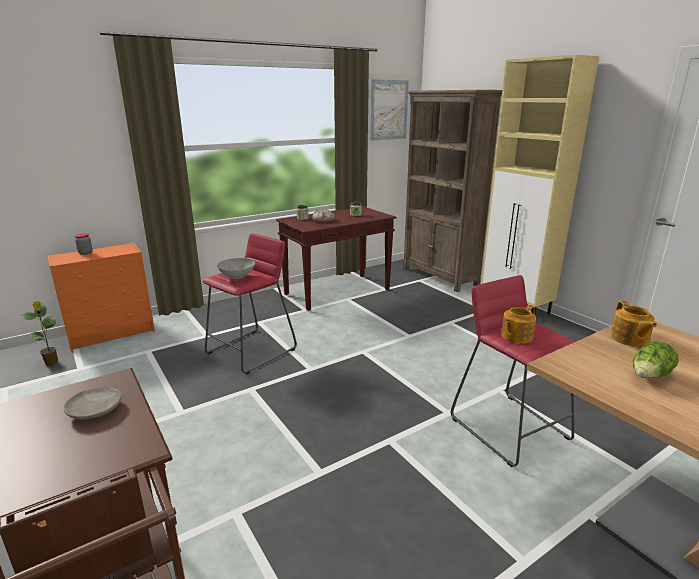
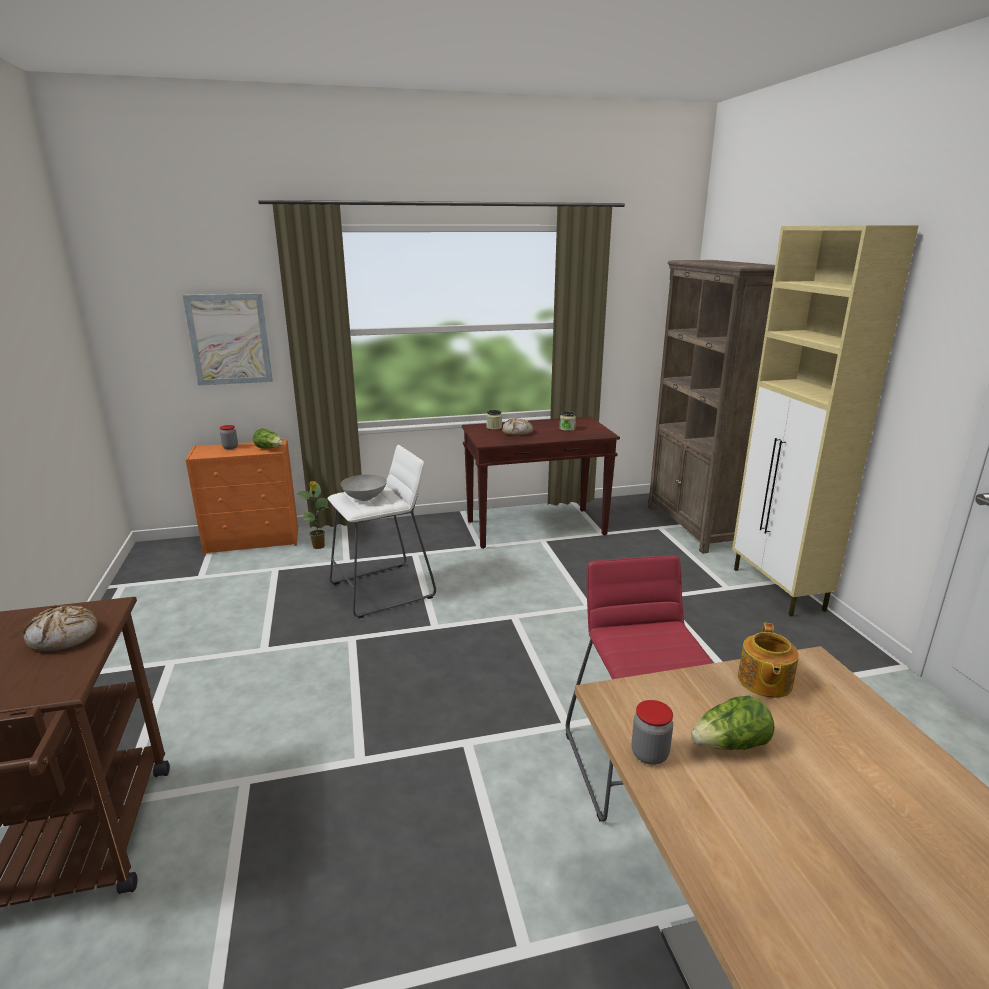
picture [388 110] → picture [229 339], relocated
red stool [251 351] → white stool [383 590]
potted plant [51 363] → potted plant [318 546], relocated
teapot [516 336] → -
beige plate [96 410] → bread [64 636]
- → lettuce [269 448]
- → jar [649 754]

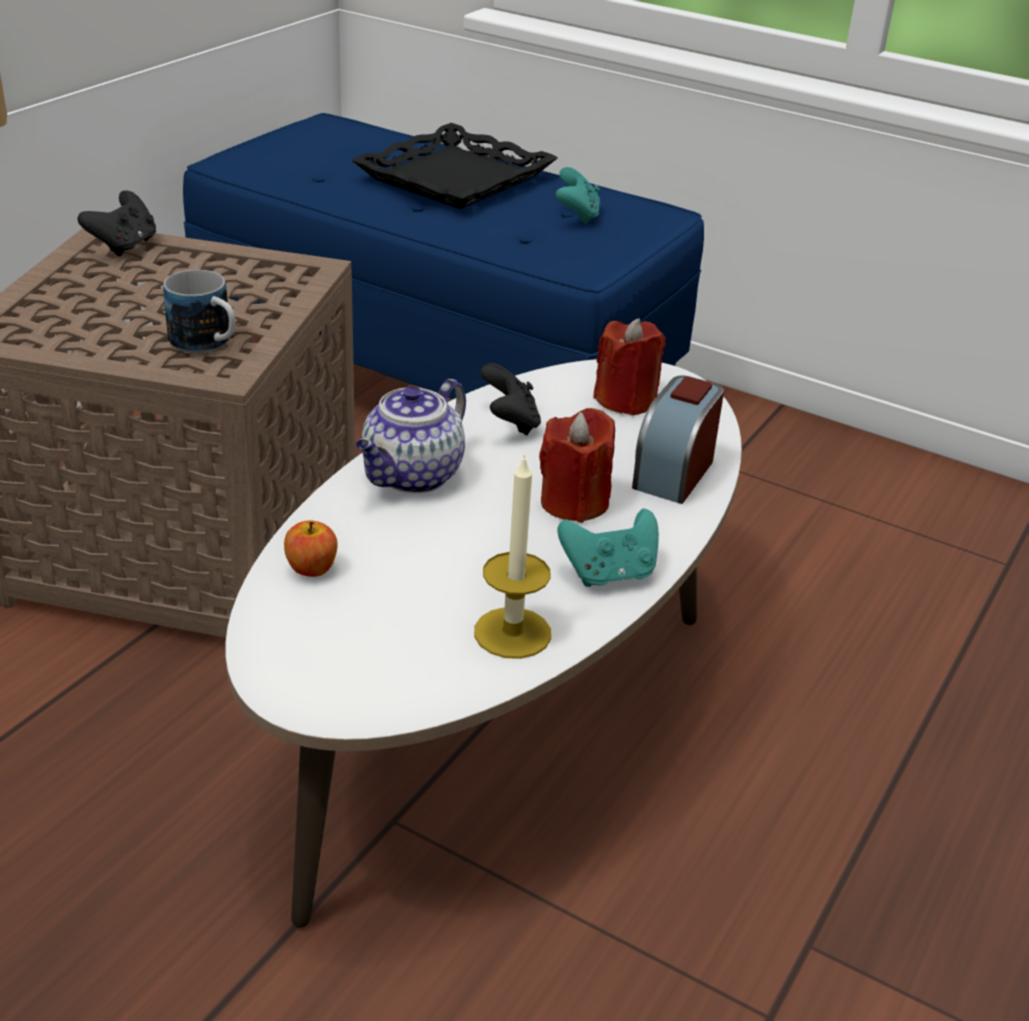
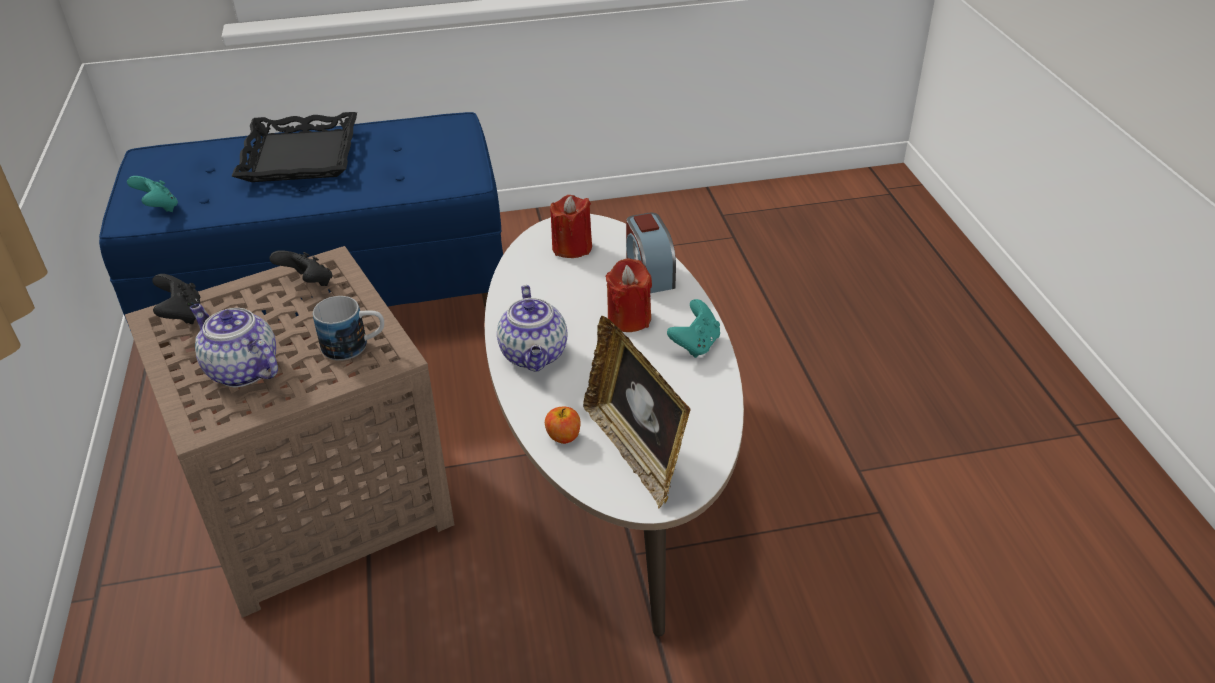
turquoise game controller [577 216] → turquoise game controller [159 208], relocated
black game controller [510 423] → black game controller [308 283], relocated
candle [512 633] → -
- → teapot [241 370]
- → picture frame [635 451]

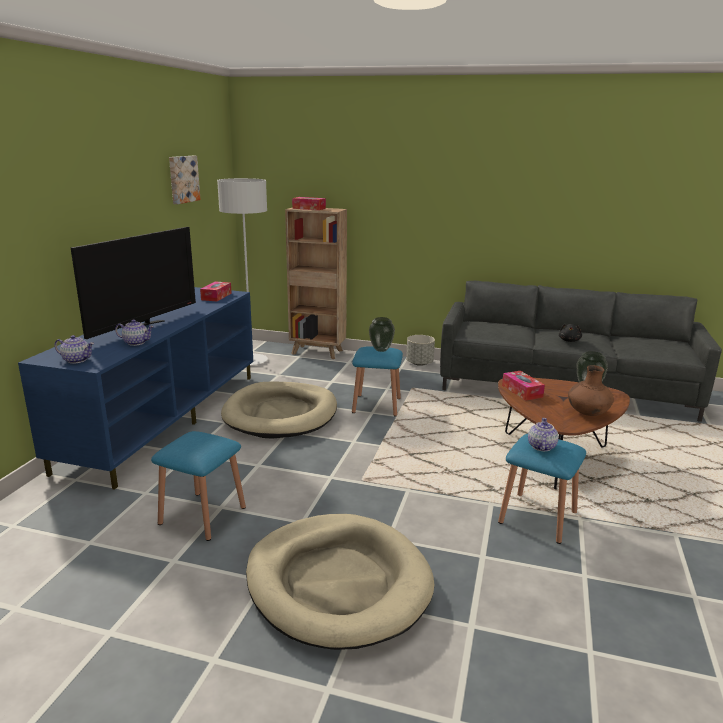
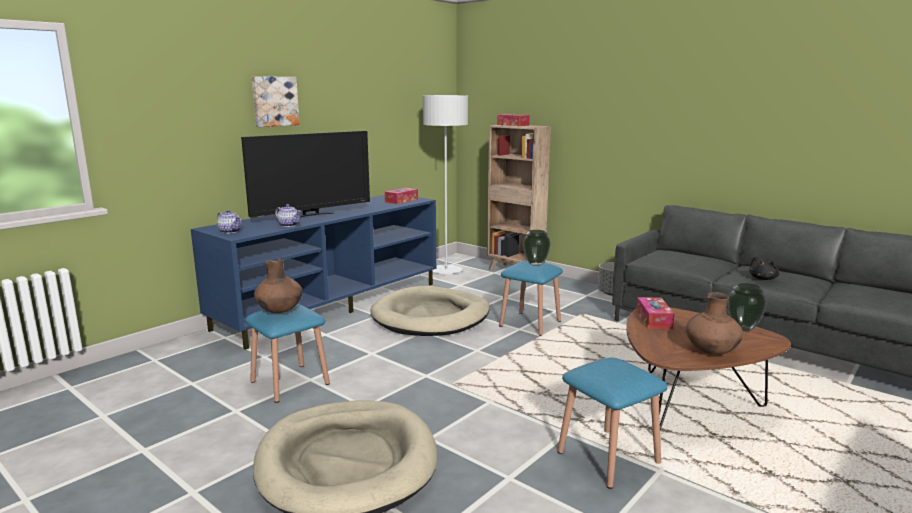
picture [183 179] → picture [274 101], relocated
teapot [541 447] → -
- → brown vase [280 311]

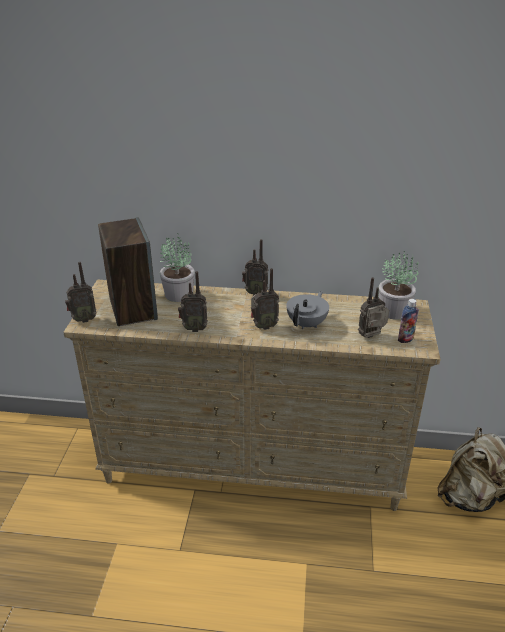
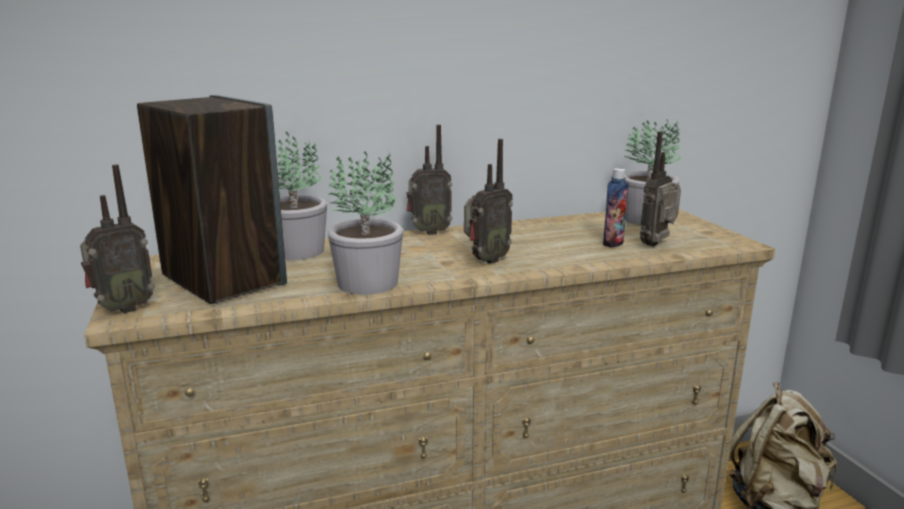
radio [194 328] → potted plant [368 282]
grey teapot [307 324] → -
bottle [405 339] → bottle [613 243], relocated

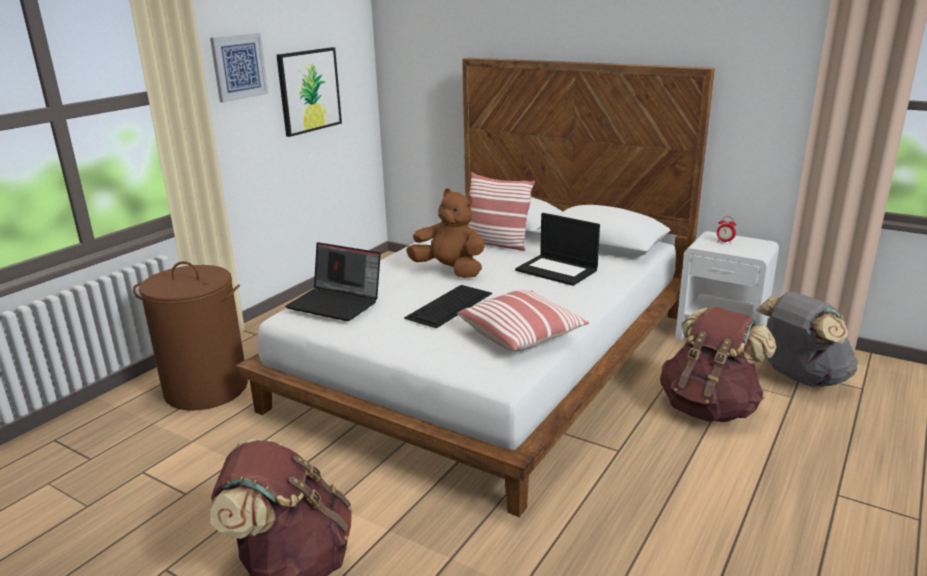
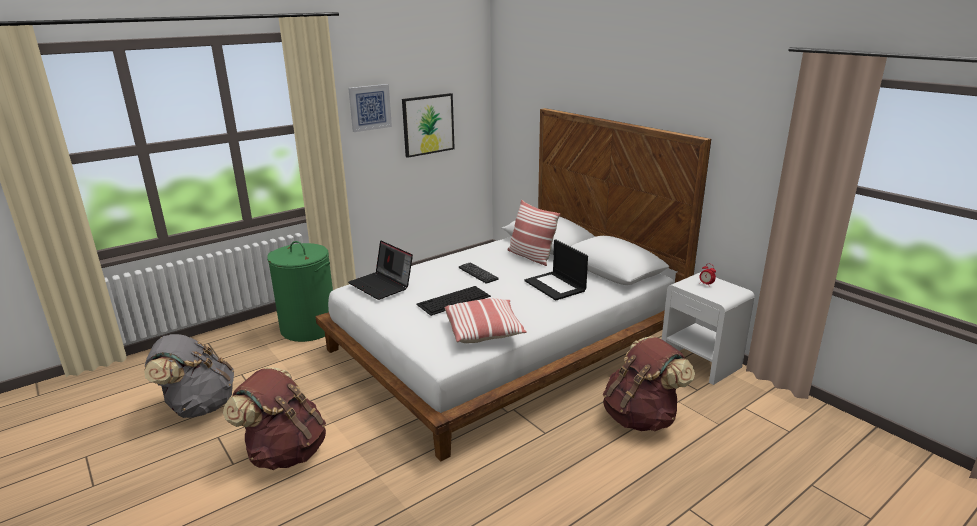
brown plush toy [450 270] → keyboard [478 273]
brown laundry basket [206 389] → green laundry basket [308 328]
grey backpack [800 378] → grey backpack [198 406], relocated

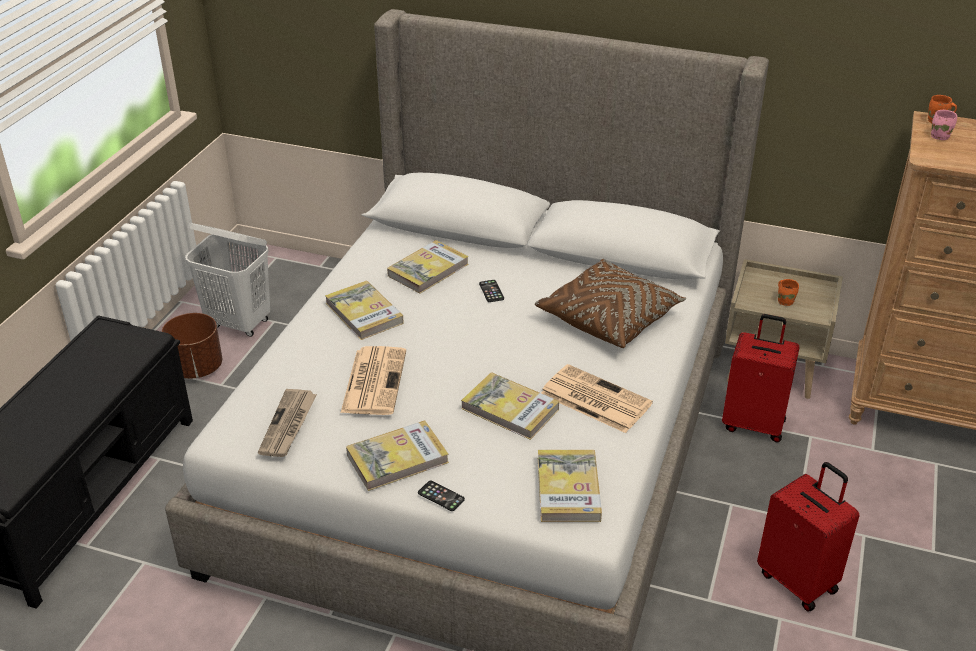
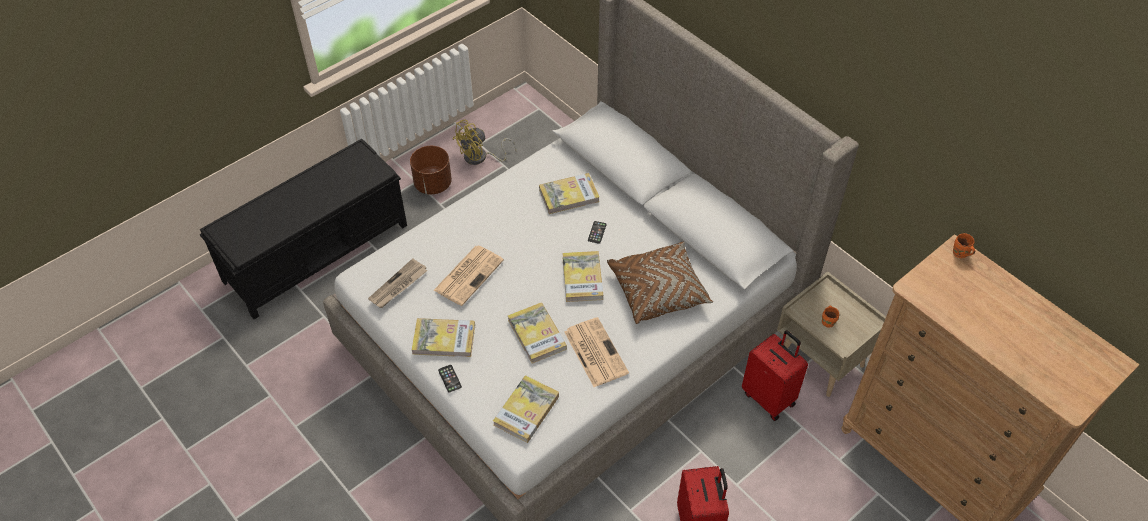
pink mug [940 136] → -
white laundry basket [239 323] → yellow fan [480 158]
book [364 313] → book [582 278], relocated

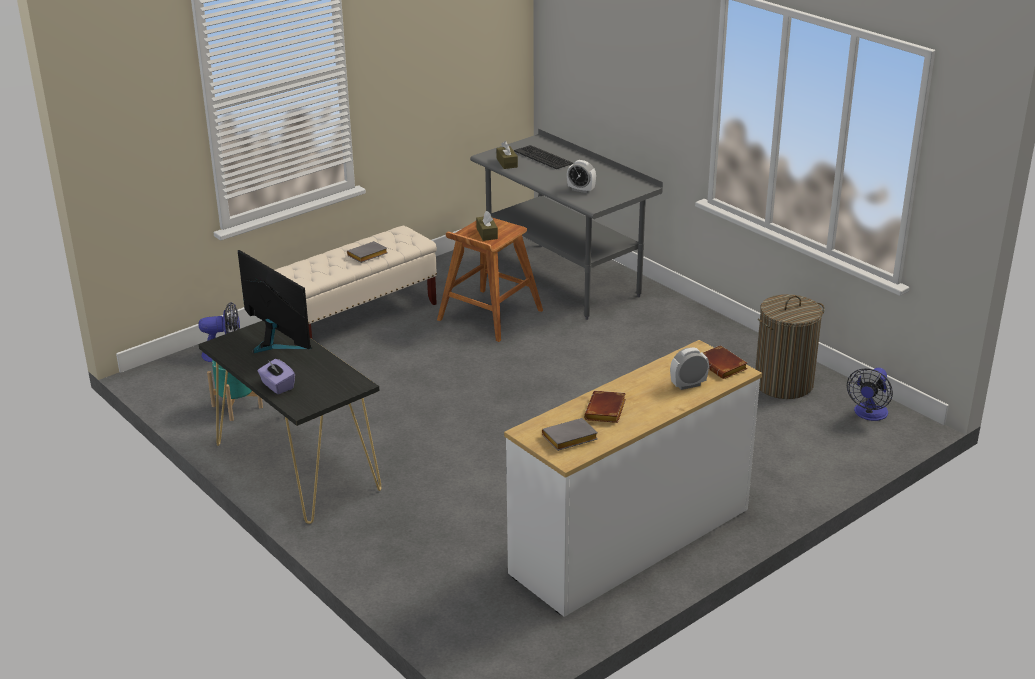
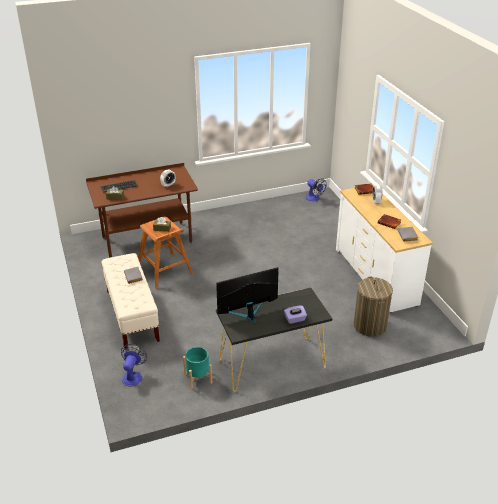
grey desk [563 280] → brown desk [147 240]
laundry basket [783 384] → laundry basket [370 326], relocated

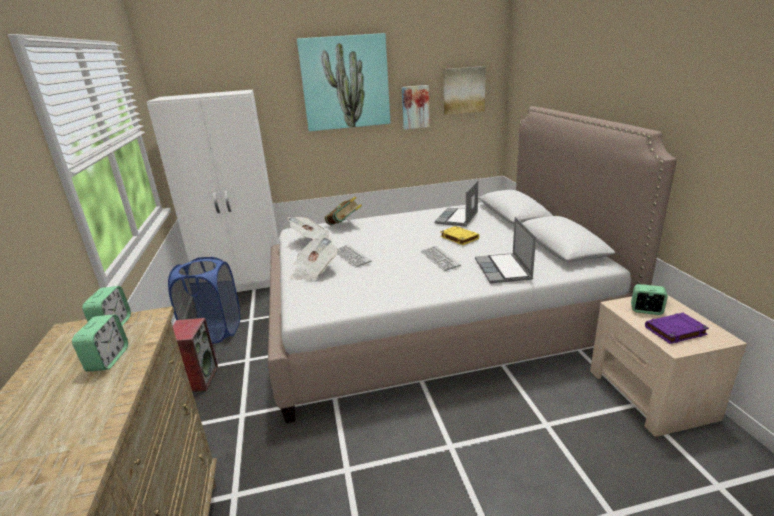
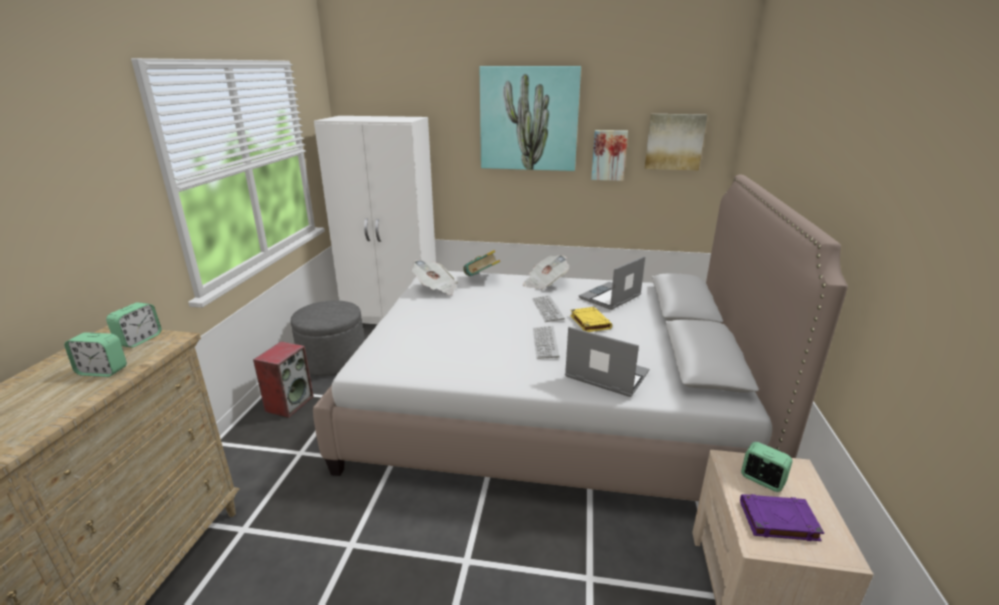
laptop [504 270] → laptop [605 375], 105 degrees clockwise
newspaper [314 271] → newspaper [545 283], relocated
keyboard [351 256] → keyboard [547 309], relocated
blue laundry basket [214 332] → grey ottoman [333 360]
alarm clock [108 359] → alarm clock [102 371], 75 degrees clockwise

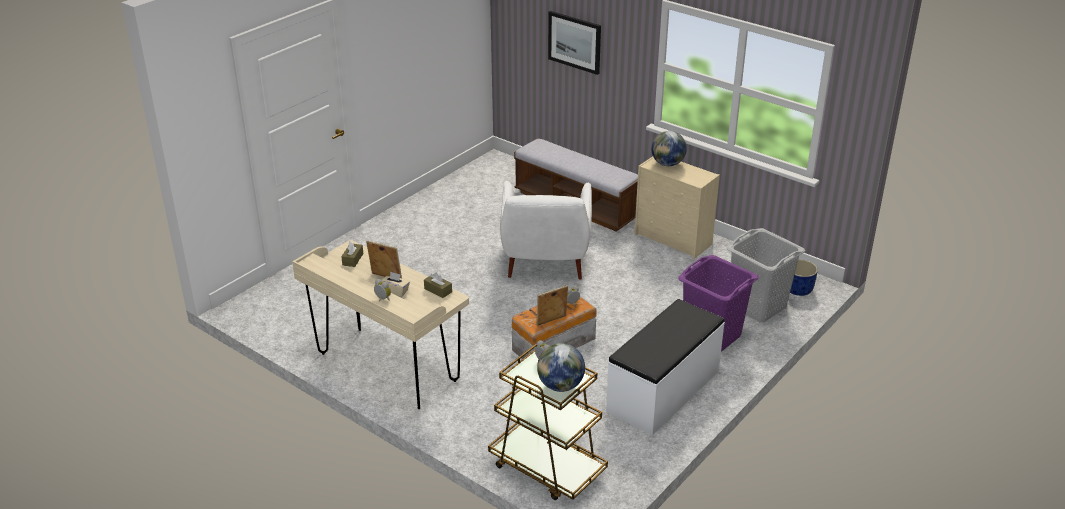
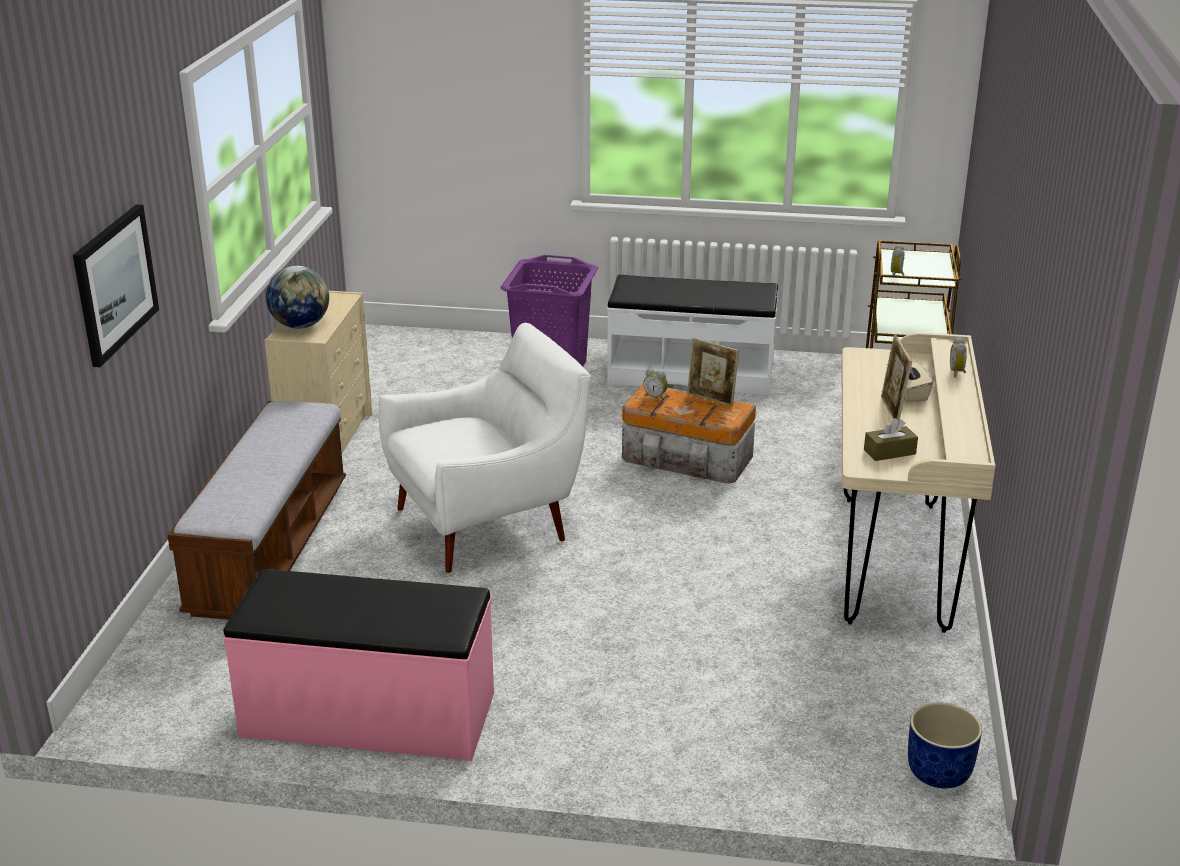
grey laundry basket [757 307] → -
blue planter [798 290] → blue planter [939 771], relocated
brown tissue box [438 290] → -
globe [560 386] → -
- → pink bench [368 716]

